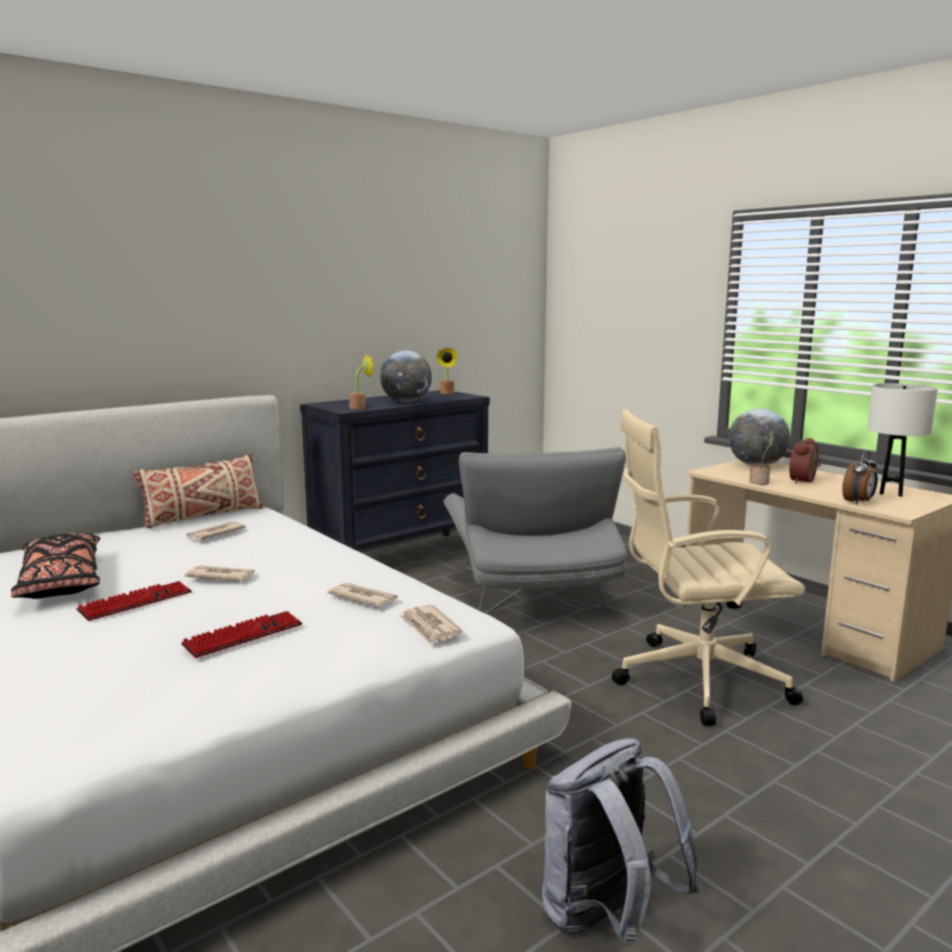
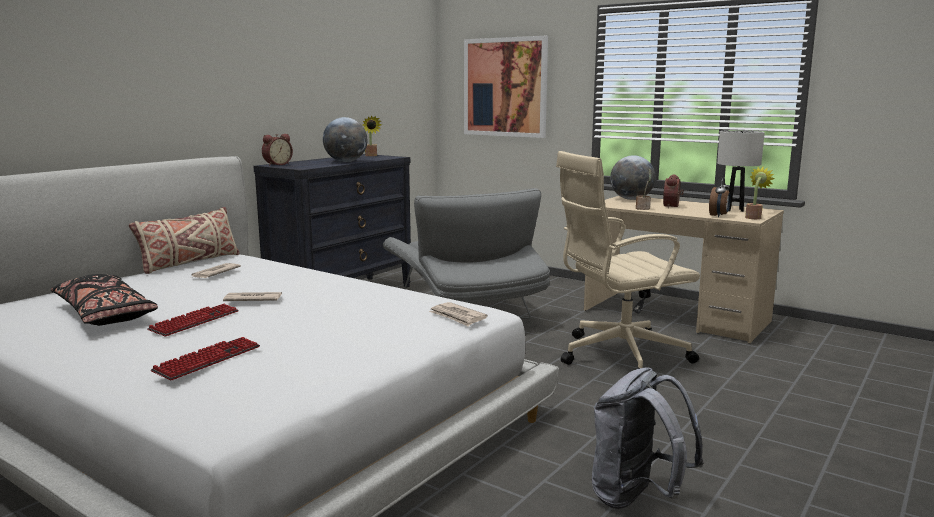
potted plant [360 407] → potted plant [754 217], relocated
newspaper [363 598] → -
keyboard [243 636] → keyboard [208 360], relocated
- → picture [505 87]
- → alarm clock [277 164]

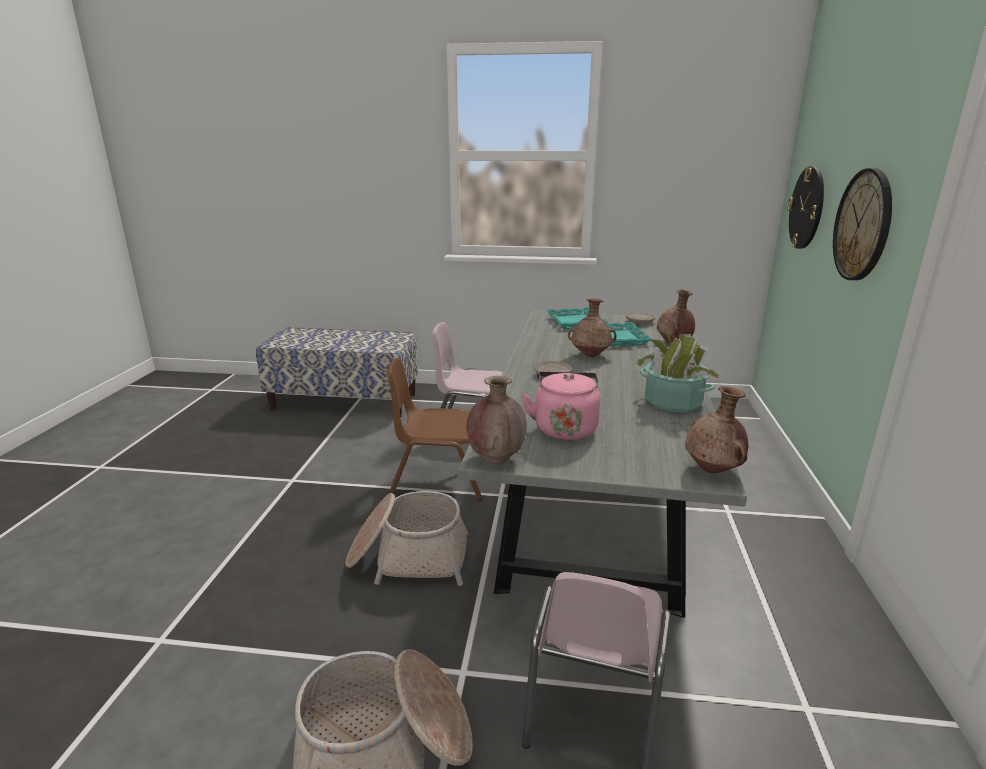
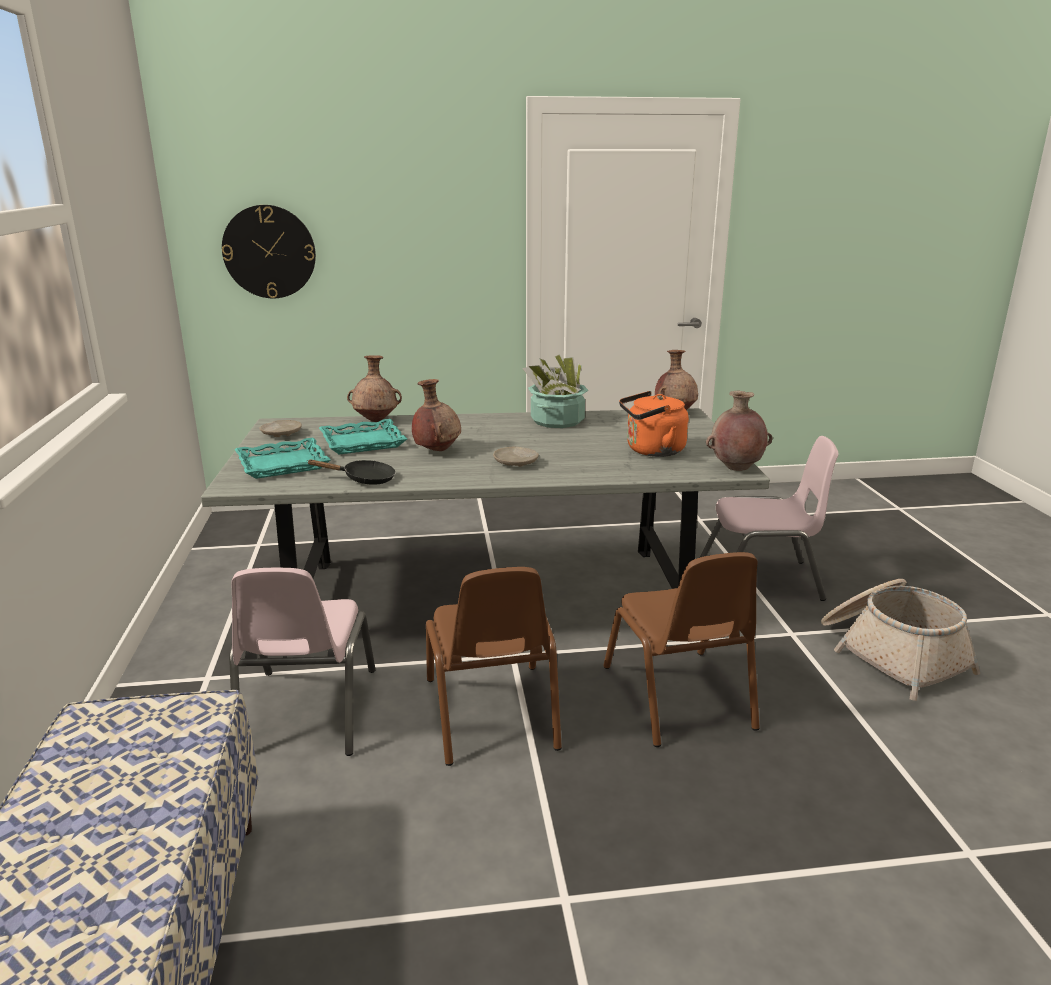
wall clock [863 225] → -
pink kettle [564 428] → orange kettle [651 451]
basket [408 557] → brown chair [678 697]
- → black frying pan [364 479]

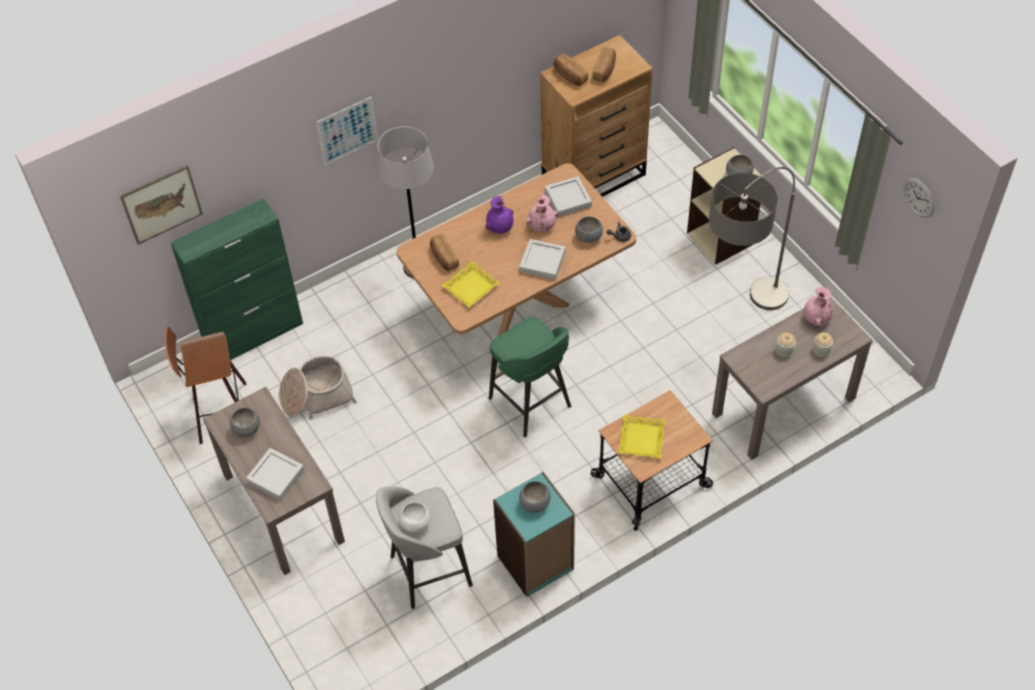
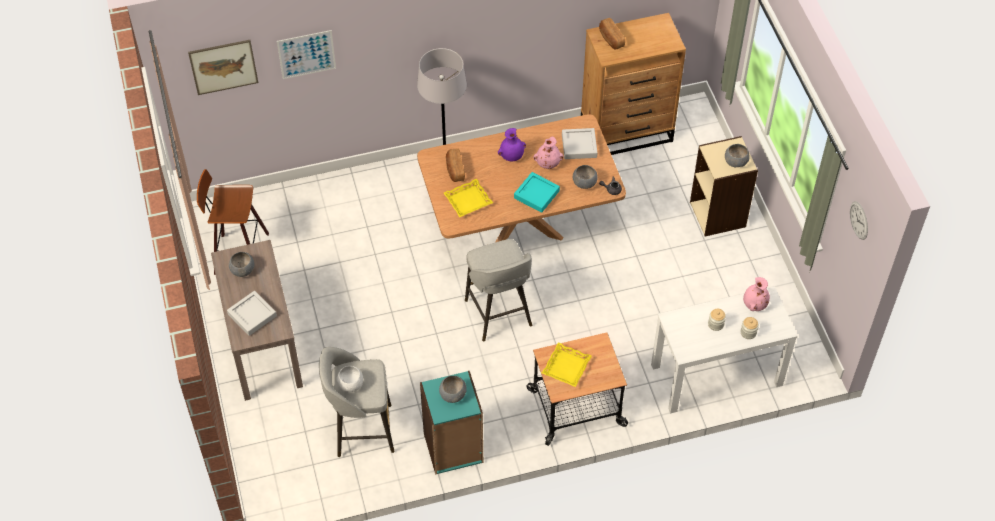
bread [605 70] → -
picture [347 131] → picture [306 54], relocated
floor lamp [739 322] → -
green cabinet [254 334] → -
grey tray [542 262] → turquoise tray [536 194]
brown console table [783 406] → white console table [716 375]
green stool [531 404] → grey stool [499 315]
basket [316 395] → -

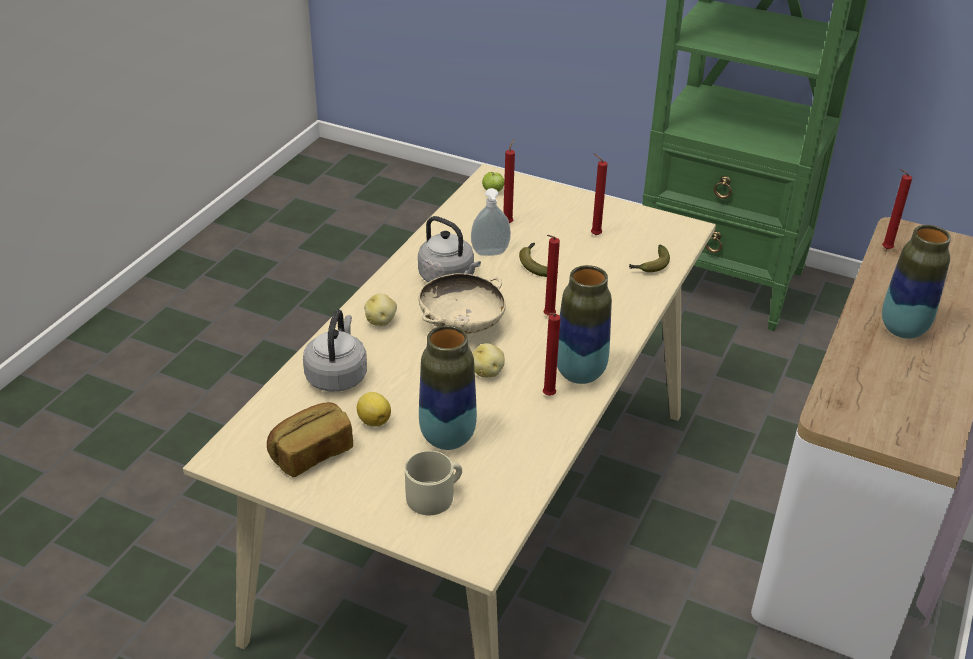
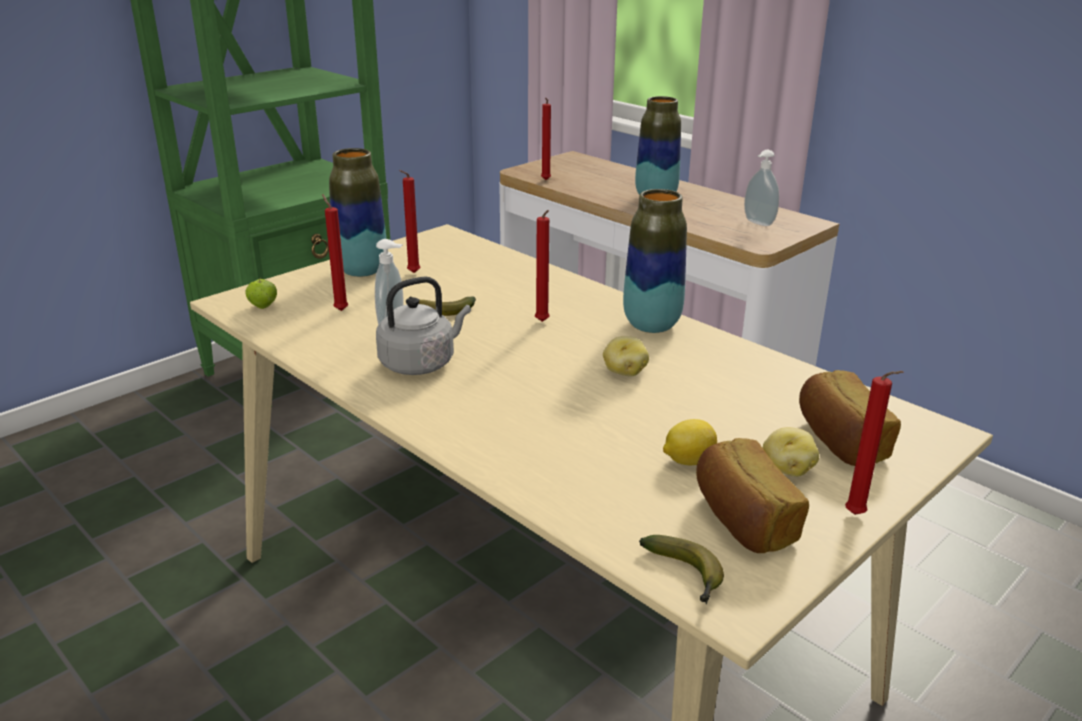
banana [650 266] → banana [686 576], relocated
beige bowl [462 325] → -
potato [381 321] → potato [787 469], relocated
grey kettle [337 375] → -
red candle [547 396] → red candle [857 516], relocated
vase [447 437] → vase [362 271], relocated
beige mug [435 495] → bread [839 441]
- → soap dispenser [757 223]

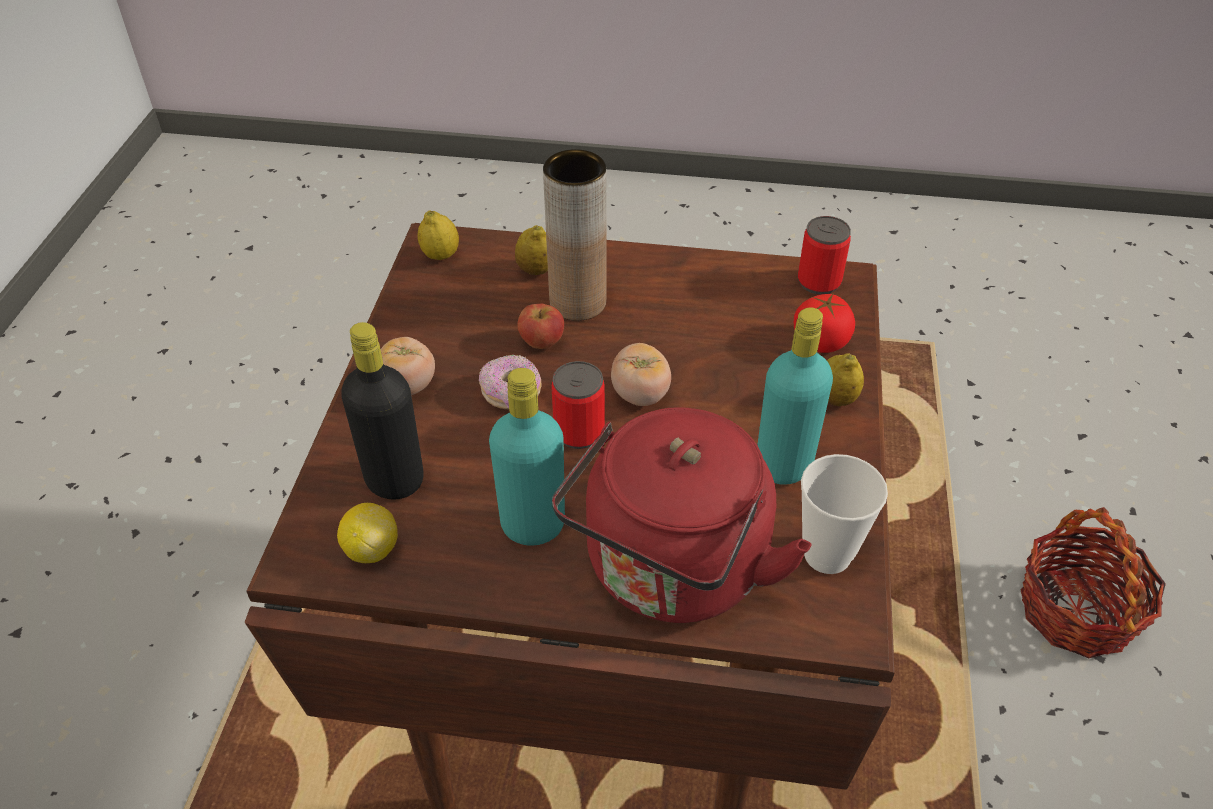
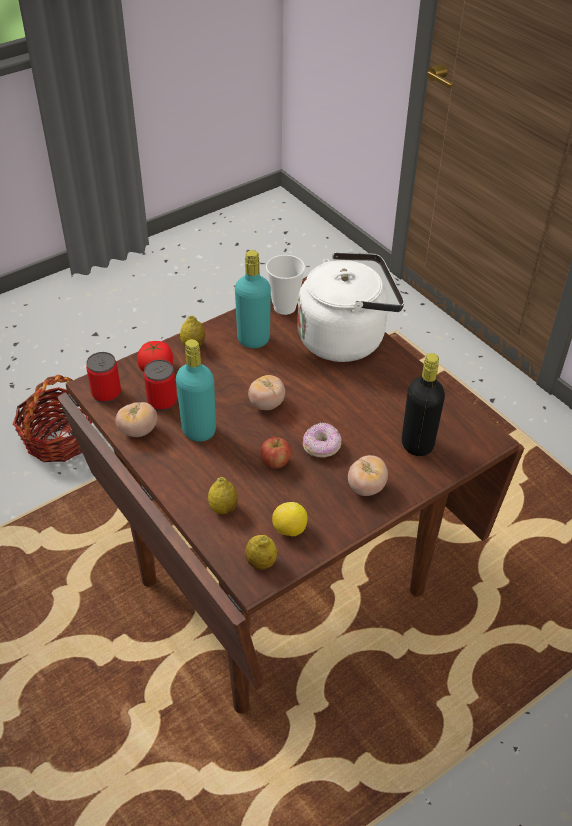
brown vase [578 302] → -
can [579 432] → can [162 401], relocated
turquoise bottle [533 525] → turquoise bottle [199 430], relocated
red kettle [671 573] → white kettle [346 338]
lemon [371 549] → lemon [289 530], relocated
- → tomato [138 431]

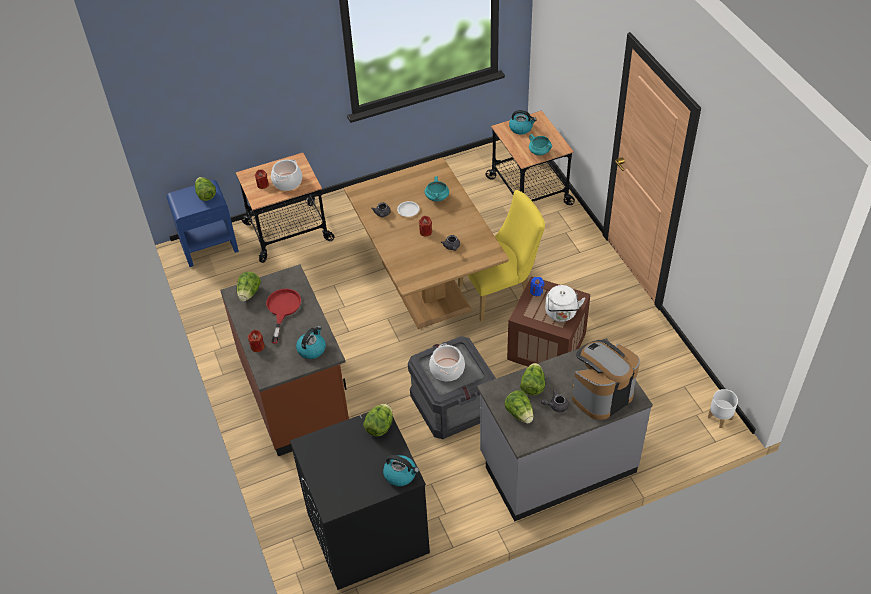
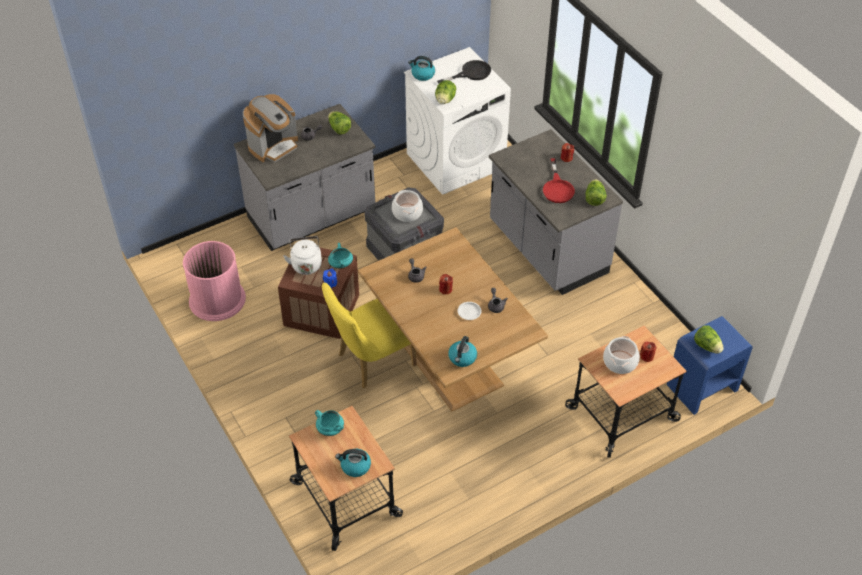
turquoise cooking pot [437 198] → turquoise cooking pot [340 264], relocated
brown counter [296 393] → grey counter [546 249]
kettle [312 349] → kettle [462 358], relocated
lettuce [532 386] → -
white planter [719 417] → -
black washing machine [367 533] → white washing machine [456 160]
- → black frying pan [471 73]
- → pink trash can [217 299]

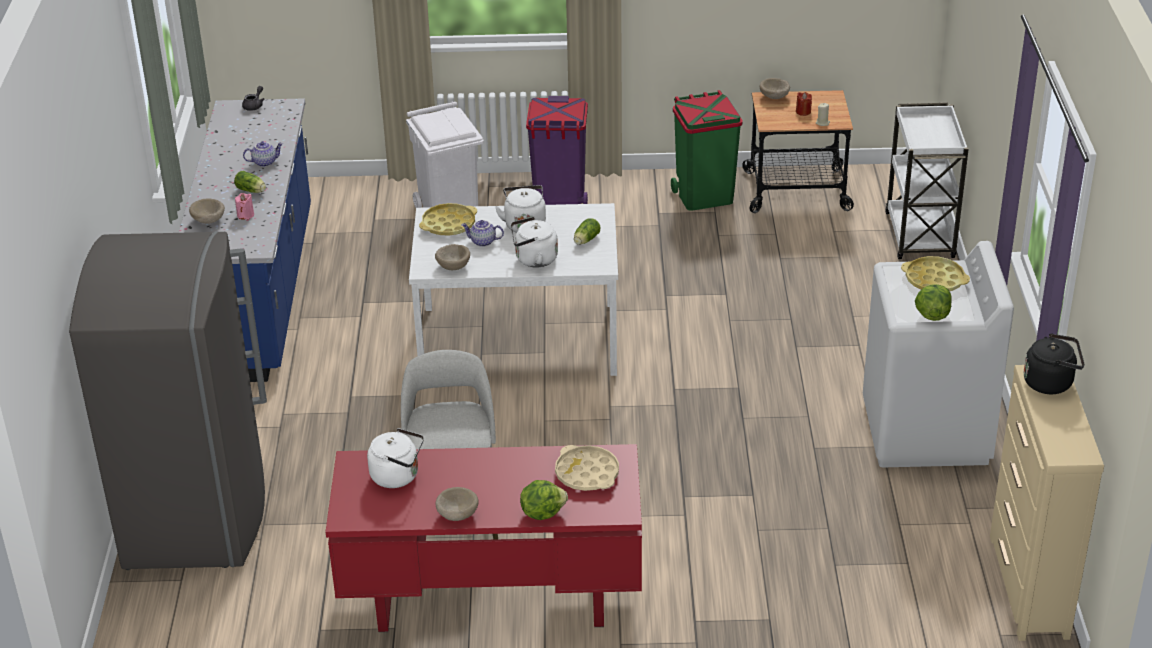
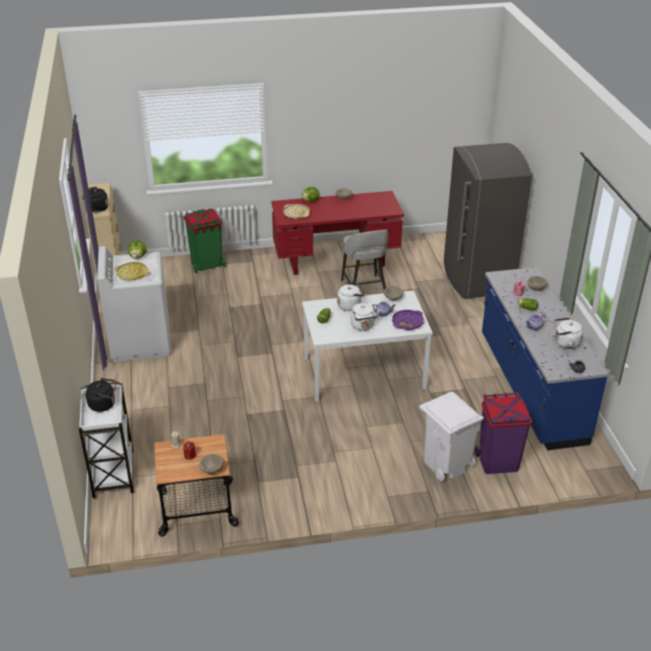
green trash can [704 196] → green trash can [207 265], relocated
purple trash can [559 198] → purple trash can [498 462], relocated
yellow tray [448 224] → purple tray [407 322]
white kettle [398 476] → white kettle [565 343], relocated
- → black kettle [104 404]

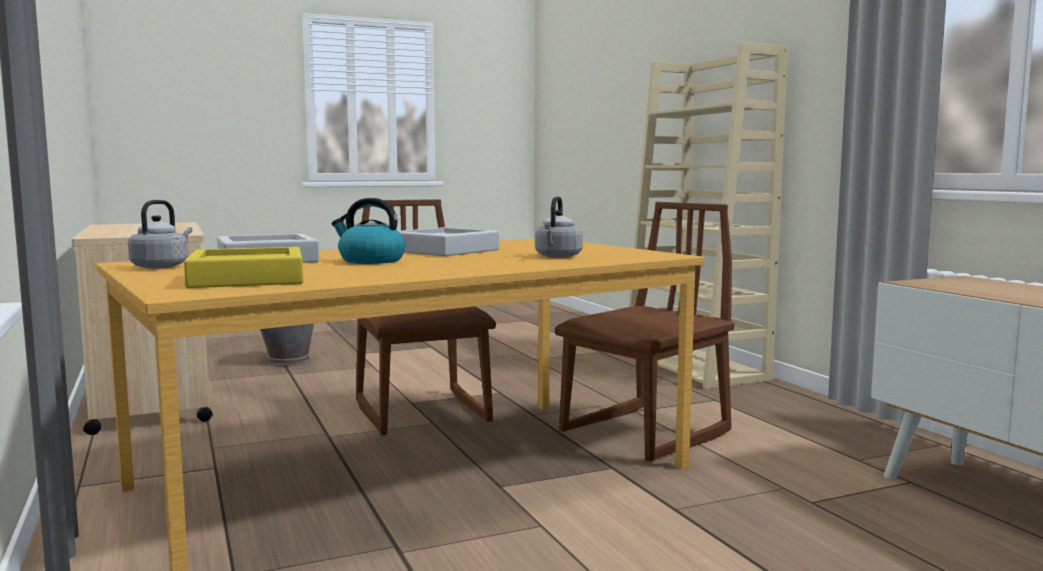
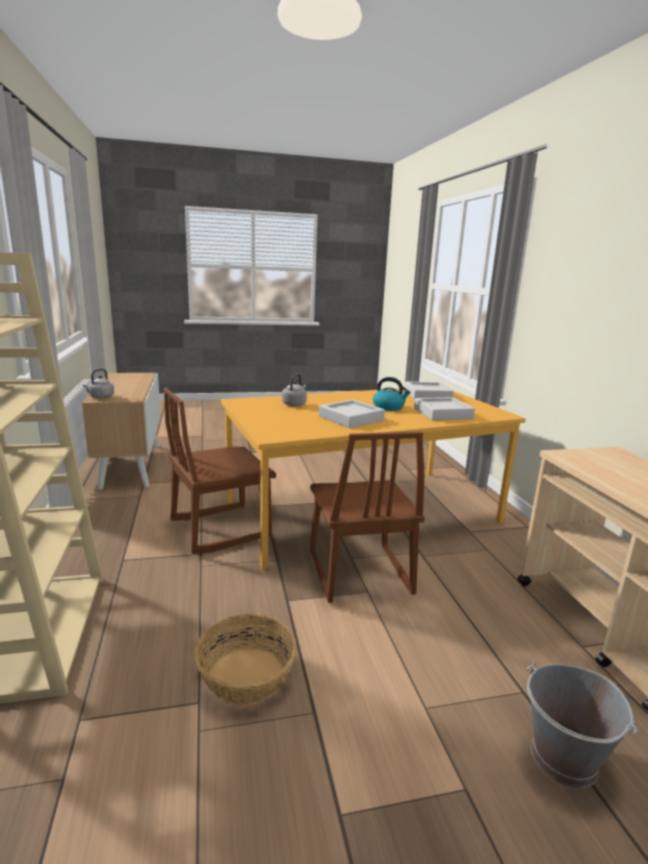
grey kettle [162 266] → grey kettle [100 397], relocated
yellow tray [247 279] → grey tray [427 395]
- → basket [246 676]

